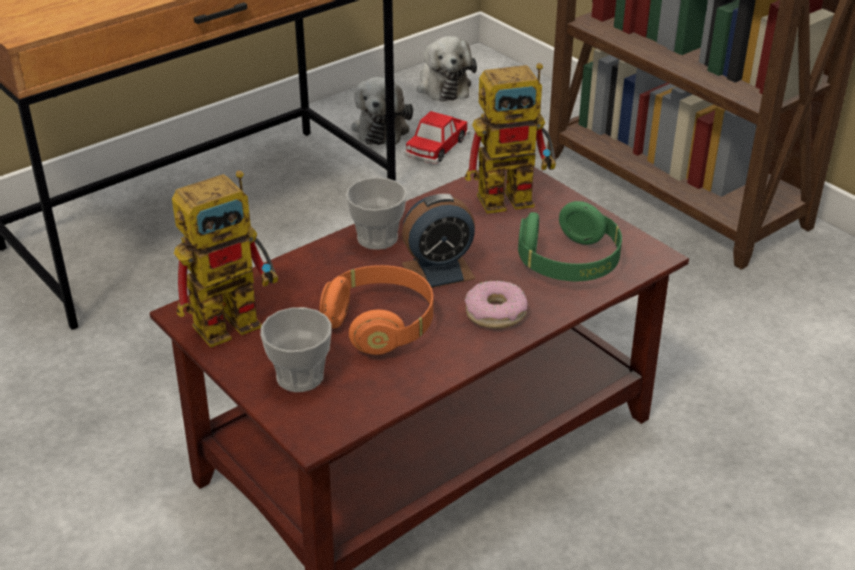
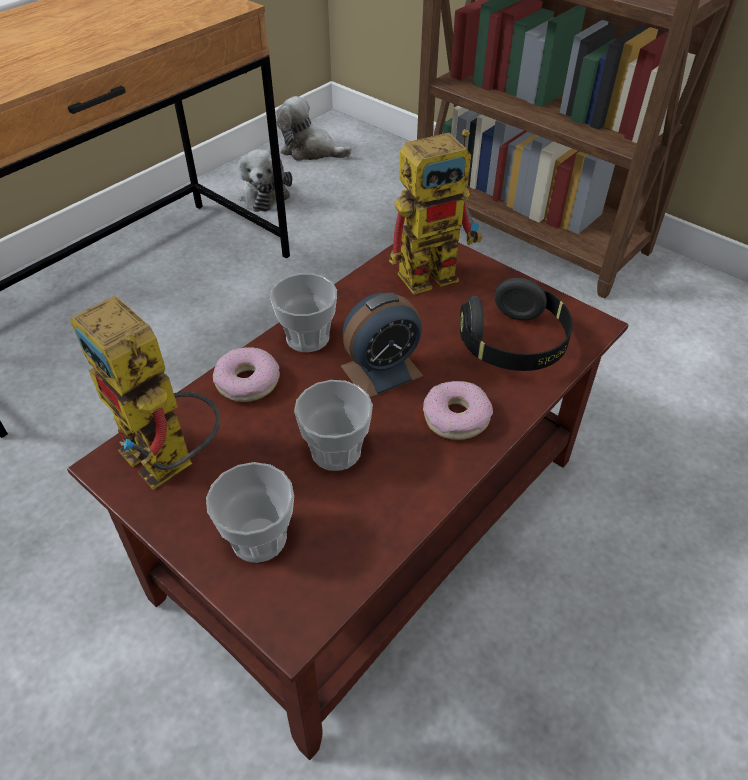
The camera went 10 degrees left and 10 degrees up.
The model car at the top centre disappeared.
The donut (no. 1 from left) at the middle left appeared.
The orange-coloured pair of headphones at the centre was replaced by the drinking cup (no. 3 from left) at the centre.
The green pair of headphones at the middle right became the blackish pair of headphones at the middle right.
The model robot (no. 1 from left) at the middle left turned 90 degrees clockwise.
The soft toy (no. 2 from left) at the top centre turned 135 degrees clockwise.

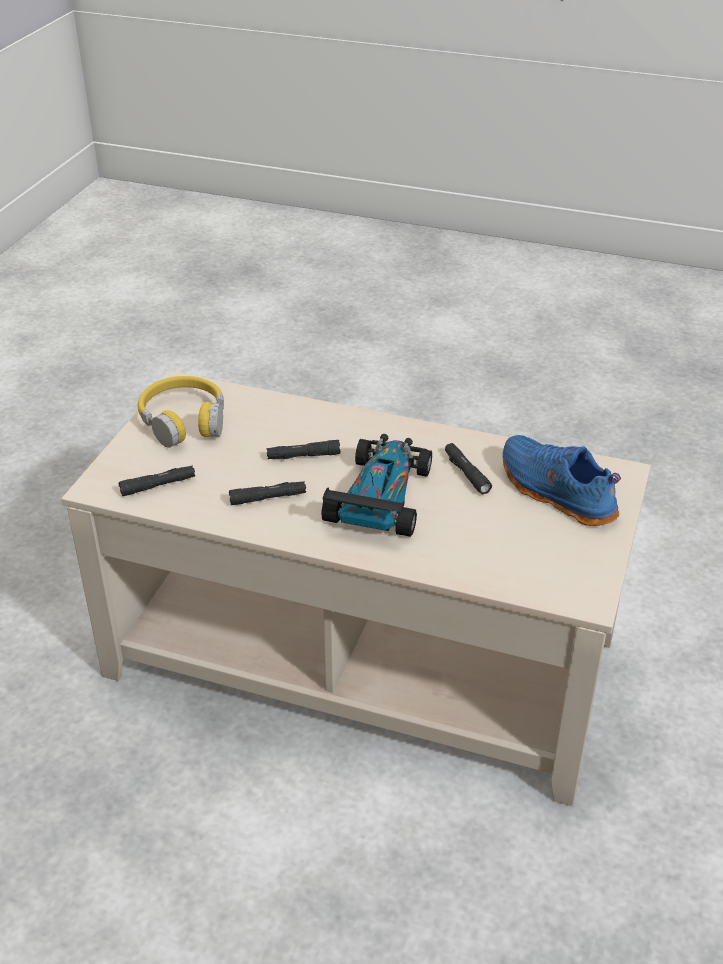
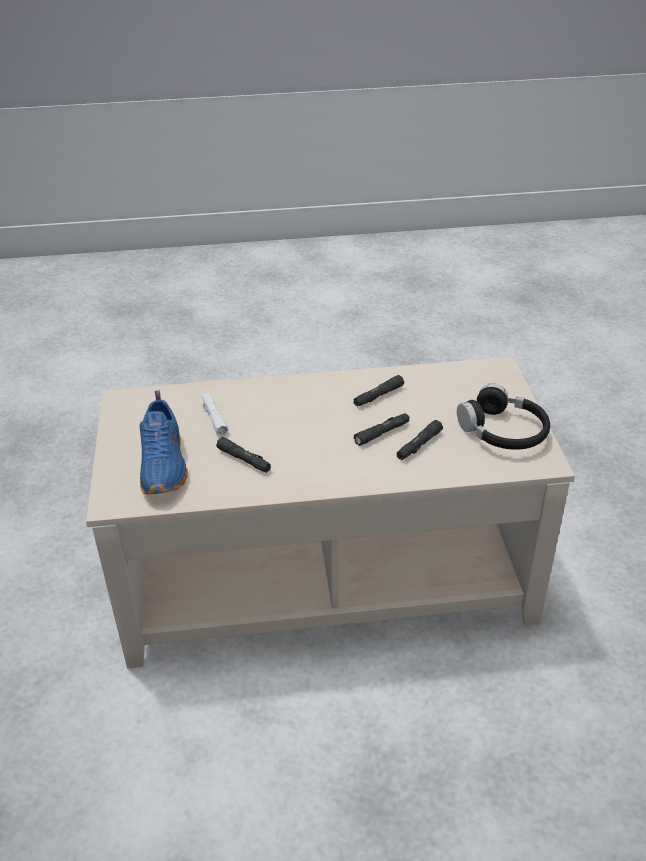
The camera went 155 degrees right and 0 degrees up.
The model car at the centre disappeared.
The white hand torch at the middle left appeared.
The blackish hand torch (no. 1 from left in the first image) moved from the middle left to the centre.
The yellowish pair of headphones at the middle left became the blackish pair of headphones at the middle right.
The blue-coloured low shoe at the middle right turned 60 degrees clockwise.

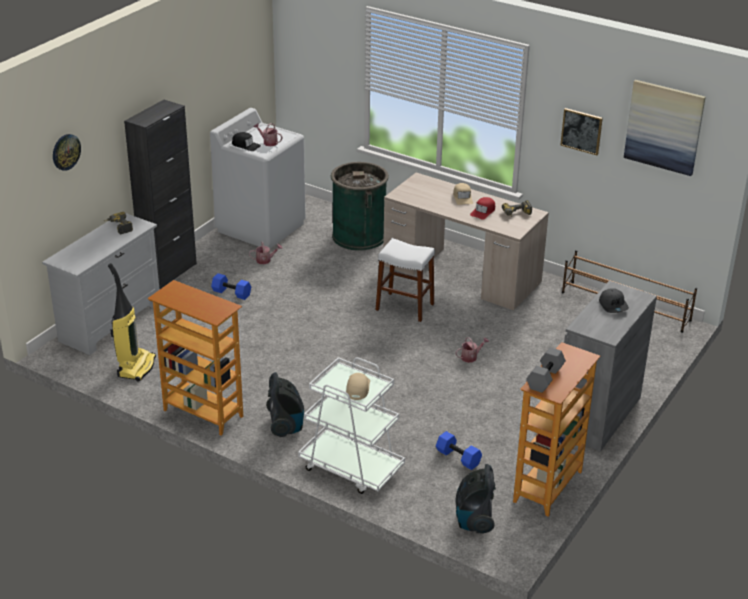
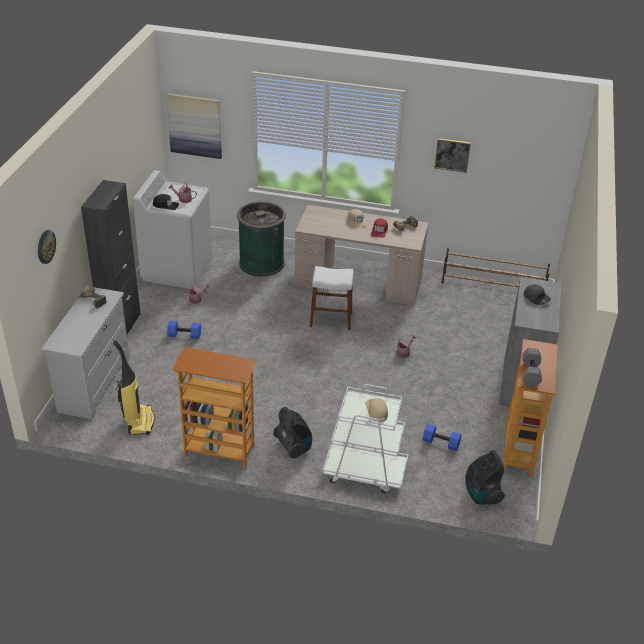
The camera went 20 degrees left and 5 degrees up.
The picture (no. 2 from left in the first image) moved from the top right to the top left.

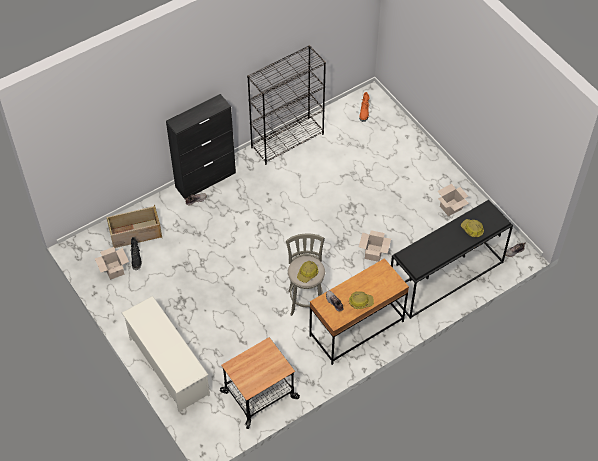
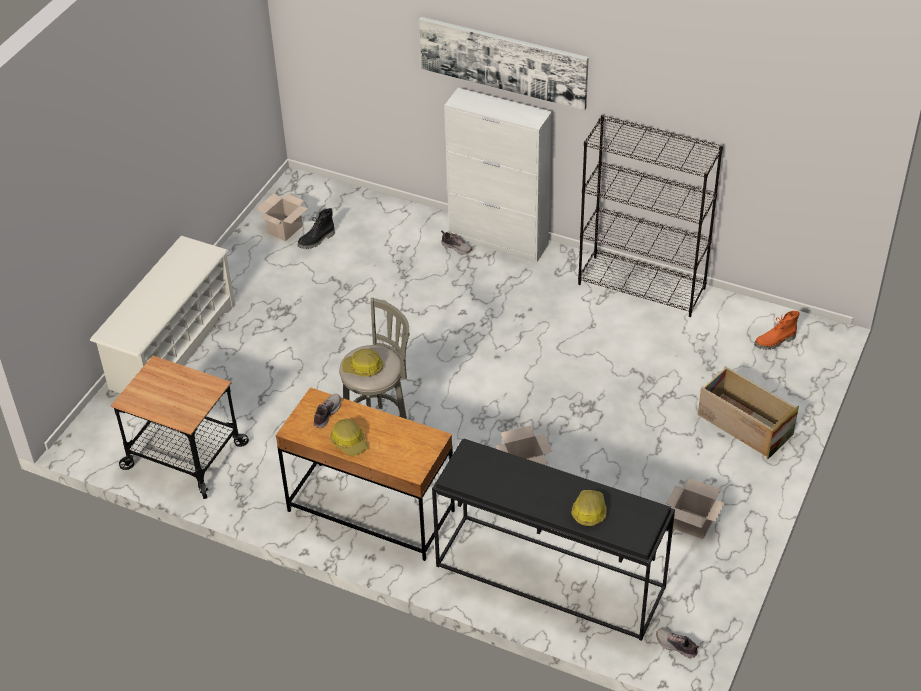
The camera went 60 degrees right and 10 degrees down.
The picture at the top centre appeared.
The shipping crate moved from the middle left to the middle right.
The blackish cupboard at the top centre became the white cupboard at the top centre.

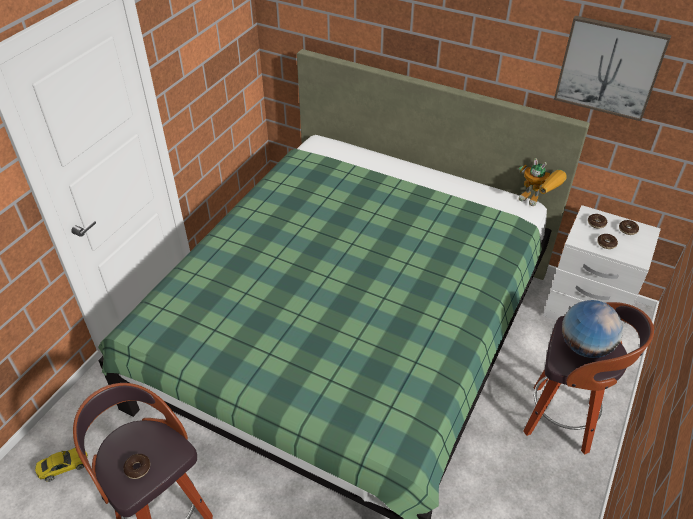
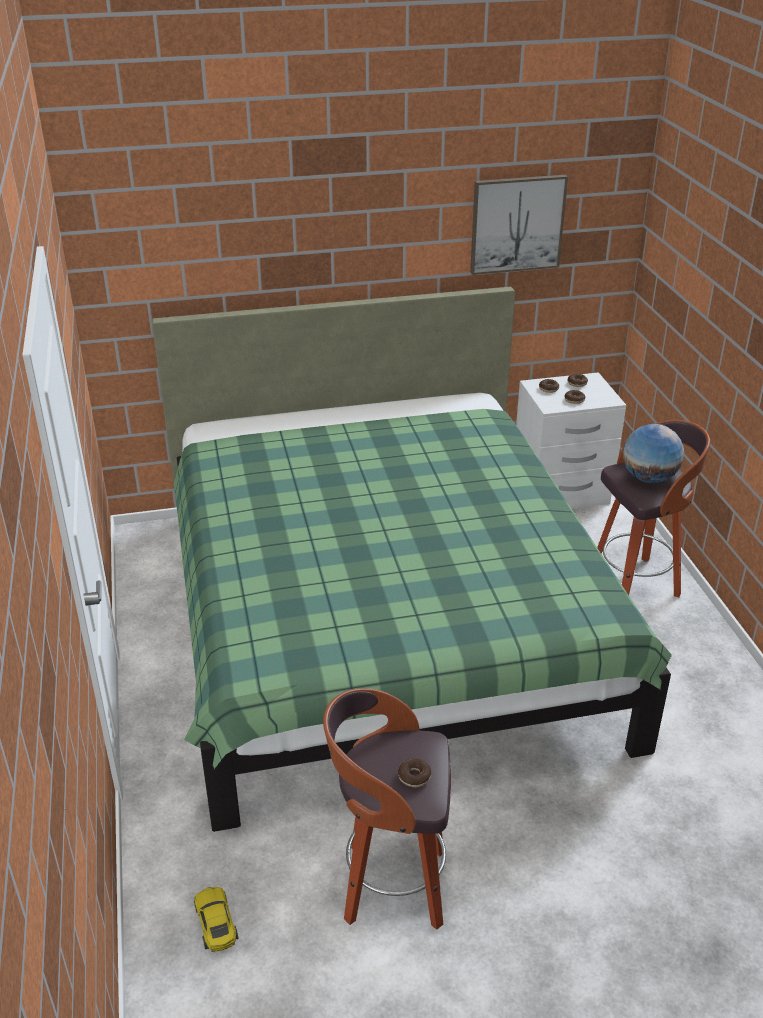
The camera went 40 degrees left and 10 degrees down.
The model robot at the middle right disappeared.
The yellowish model car at the bottom left turned 45 degrees counterclockwise.

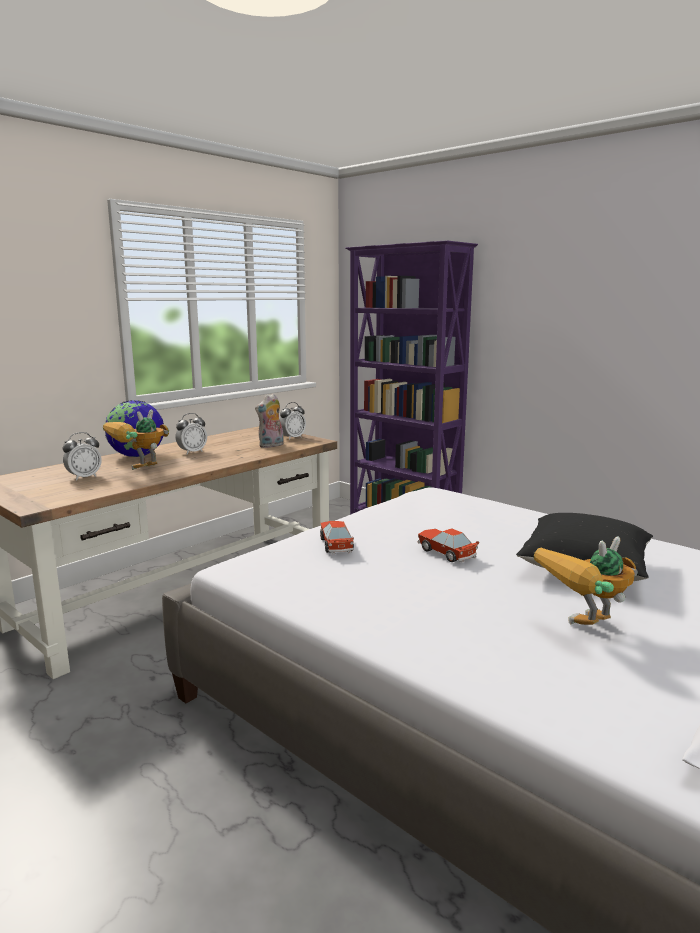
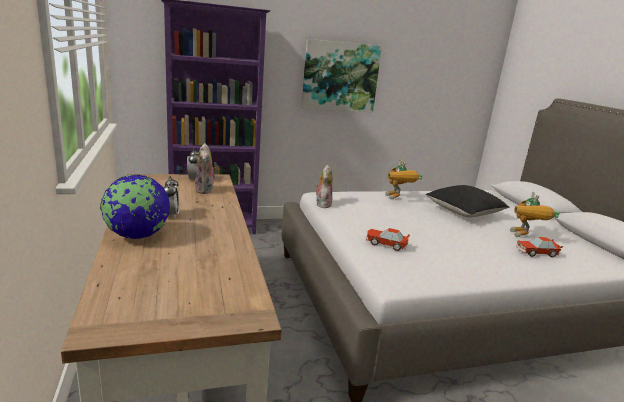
The camera went 60 degrees left and 5 degrees up.
The bedside clock (no. 1 from left) at the middle left disappeared.
The picture at the top centre appeared.
The soft toy (no. 2 from left) at the centre appeared.
The model robot (no. 1 from left) moved from the middle left to the centre.
The model car (no. 2 from left) moved from the centre to the middle right.

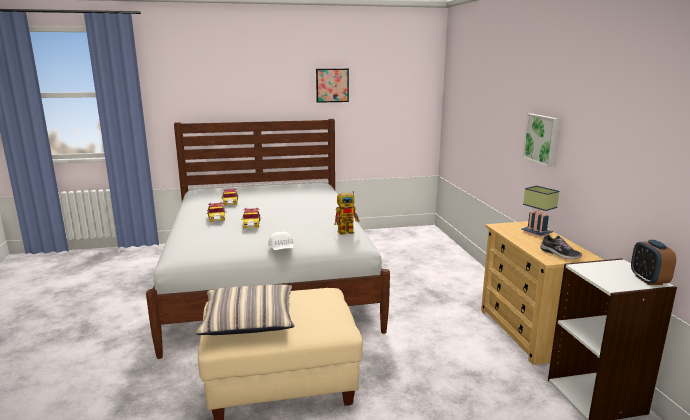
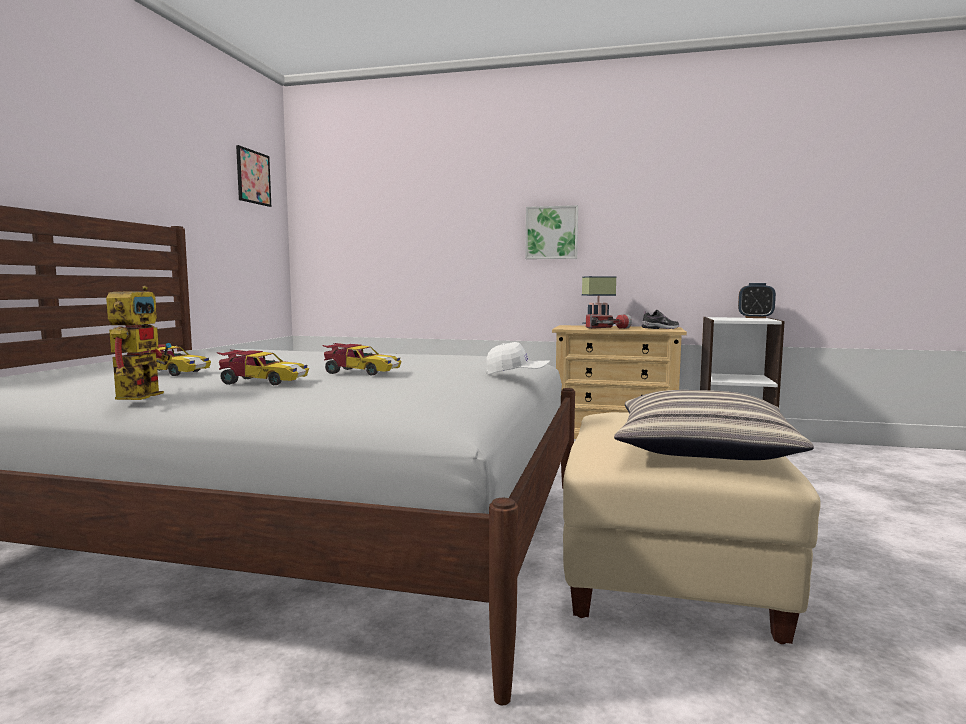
The camera went 65 degrees left and 10 degrees down.
The hand torch at the centre appeared.
The picture (no. 1 from left) moved from the top centre to the top left.
The model robot moved from the centre to the middle left.

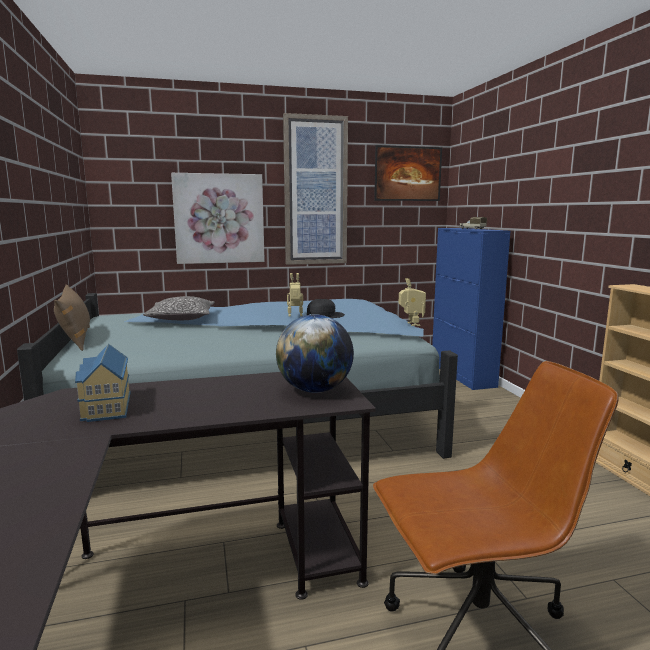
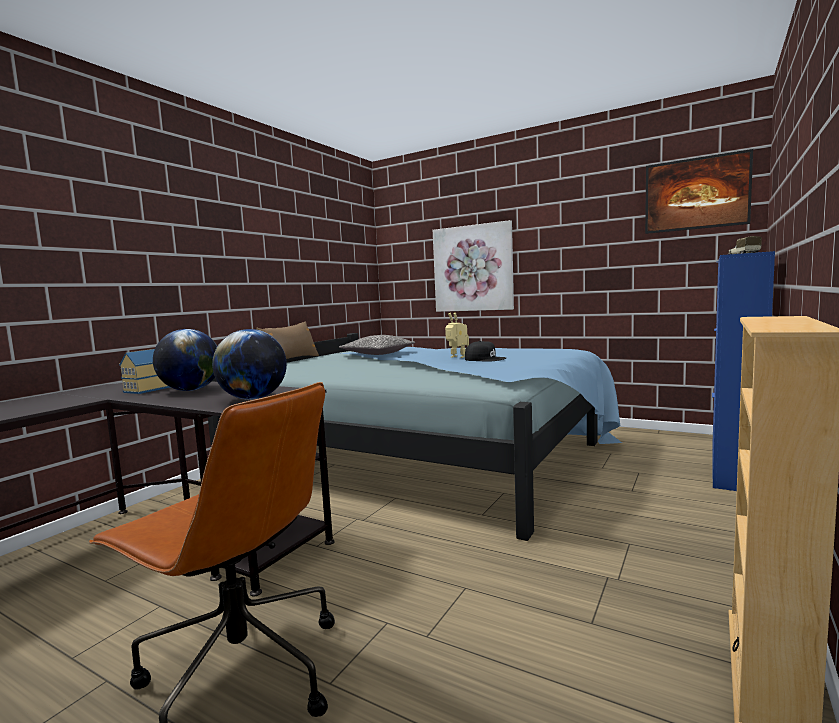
The camera went 45 degrees right and 5 degrees down.
The picture (no. 2 from left) at the top centre disappeared.
The model robot (no. 2 from left) at the centre disappeared.
The globe (no. 1 from left) at the middle left appeared.

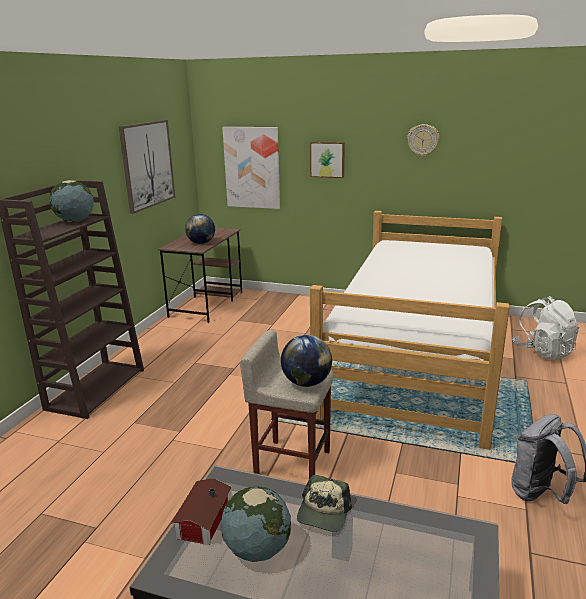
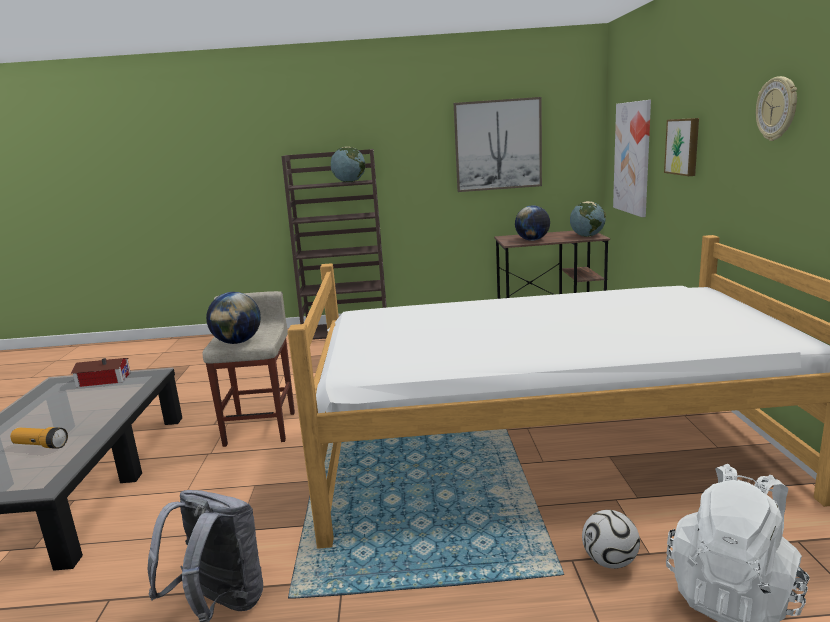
The camera went 70 degrees right and 5 degrees down.
The baseball cap at the bottom centre disappeared.
The hand torch at the bottom left appeared.
The ball for football at the bottom right appeared.
The globe (no. 3 from left in the first image) moved from the bottom centre to the middle right.

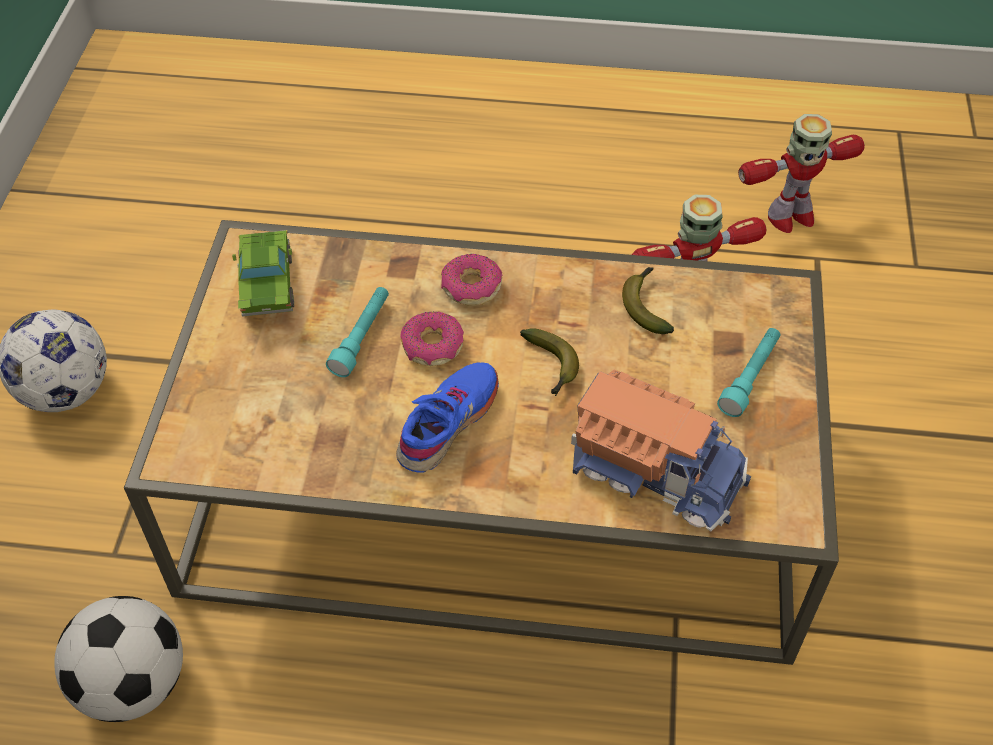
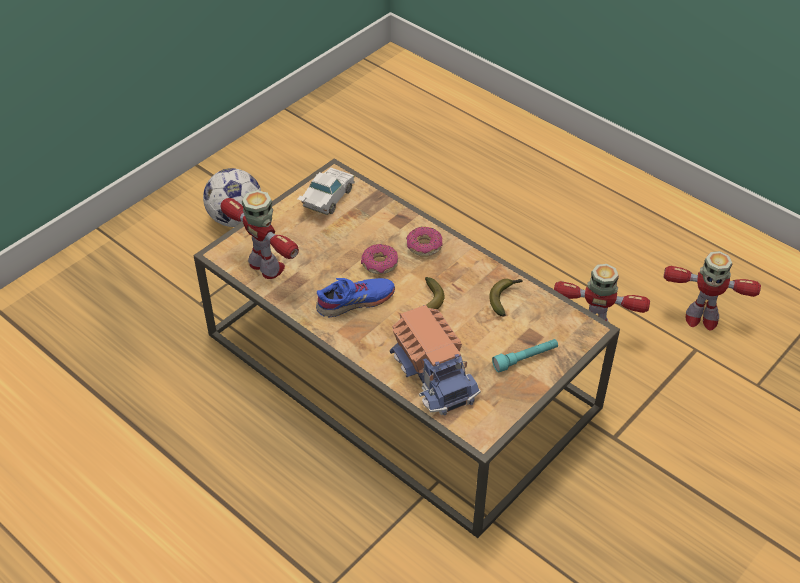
The camera went 35 degrees right and 5 degrees down.
The ball for football (no. 2 from left) at the bottom left disappeared.
The turquoise hand torch (no. 1 from left) at the centre disappeared.
The model robot (no. 1 from left) at the middle left appeared.
The green model car at the middle left became the white model car at the top centre.

